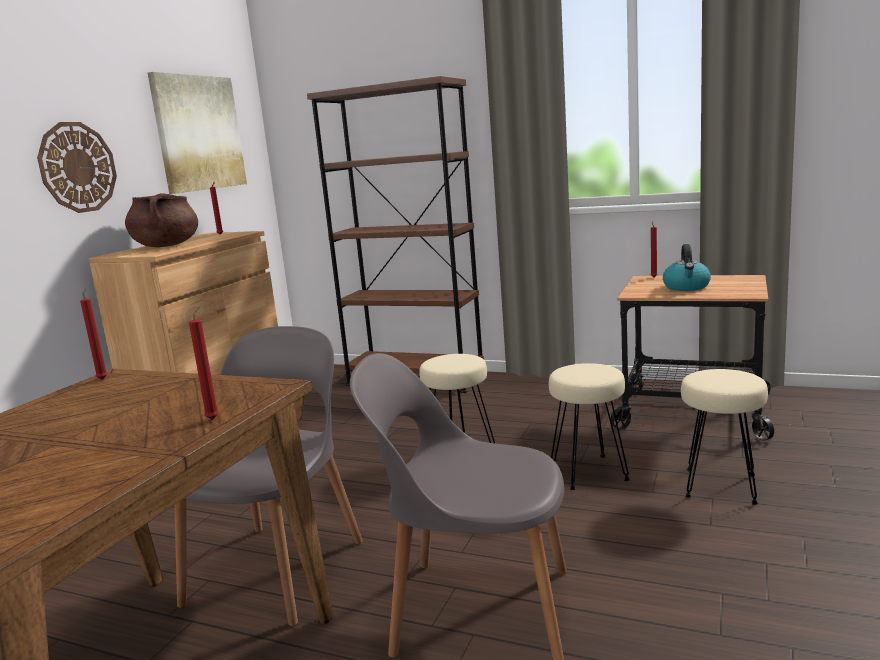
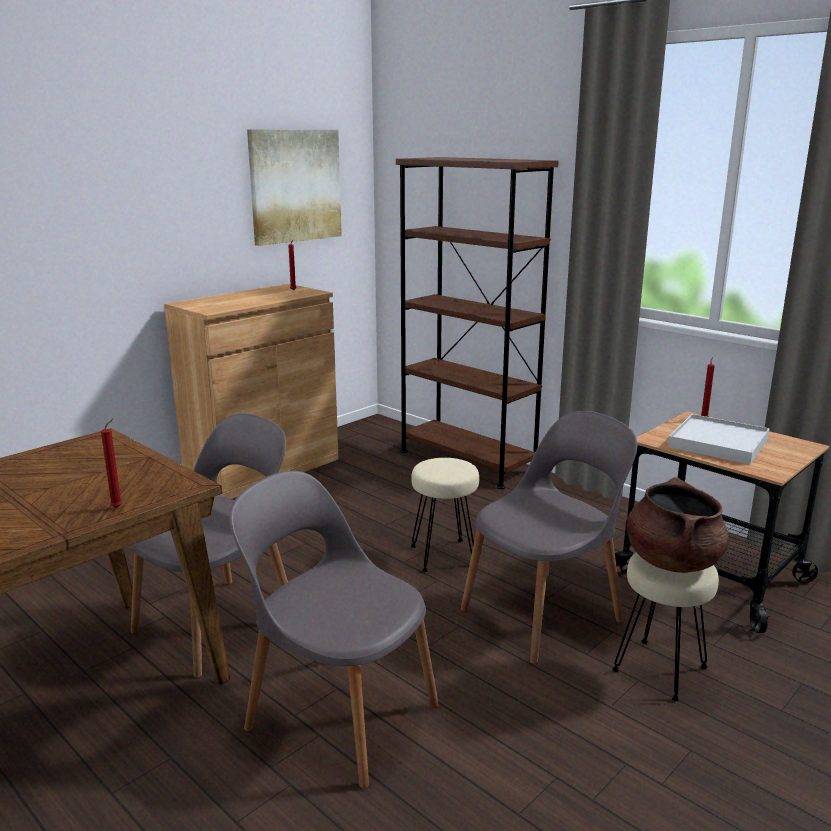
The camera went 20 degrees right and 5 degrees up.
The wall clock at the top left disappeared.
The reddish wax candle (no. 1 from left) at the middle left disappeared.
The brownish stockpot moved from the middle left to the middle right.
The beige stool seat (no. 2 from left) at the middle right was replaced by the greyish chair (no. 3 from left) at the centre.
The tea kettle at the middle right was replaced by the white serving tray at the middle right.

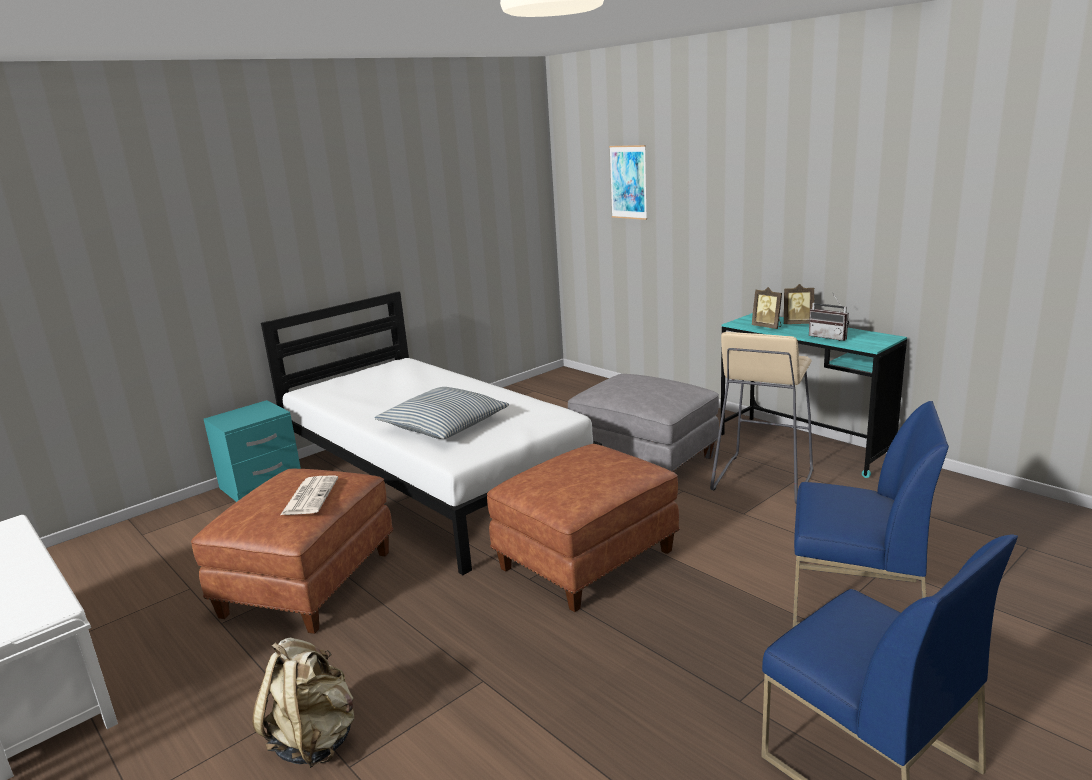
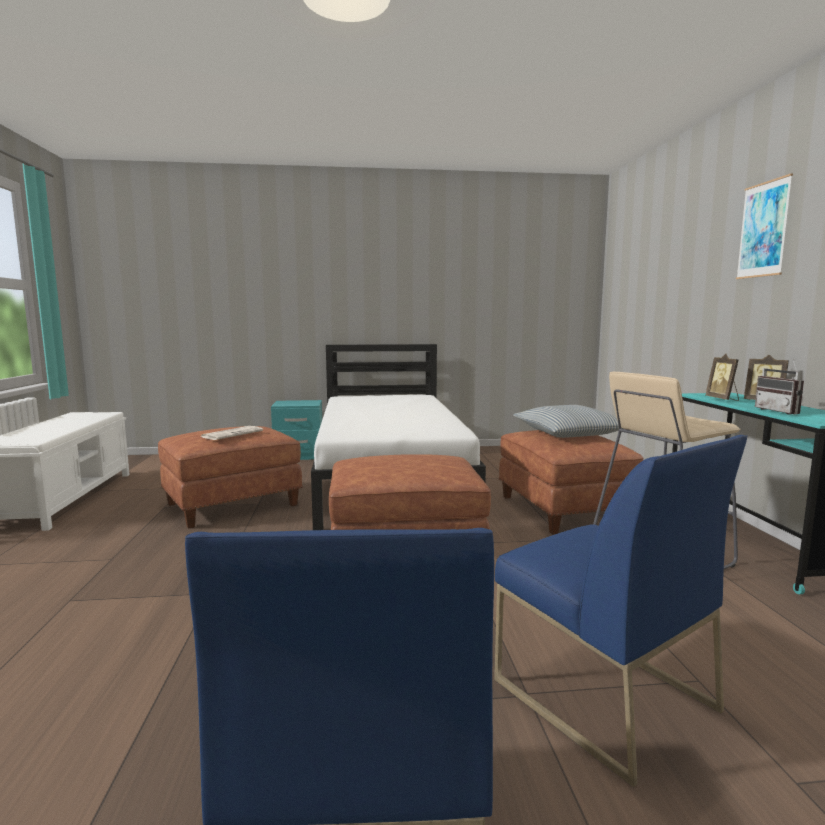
The camera went 35 degrees right and 10 degrees down.
The beige backpack at the bottom left disappeared.
The cushion moved from the centre to the middle right.
The picture moved from the top centre to the top right.
The greyish ottoman at the centre became the brownish ottoman (no. 3 from left) at the middle right.

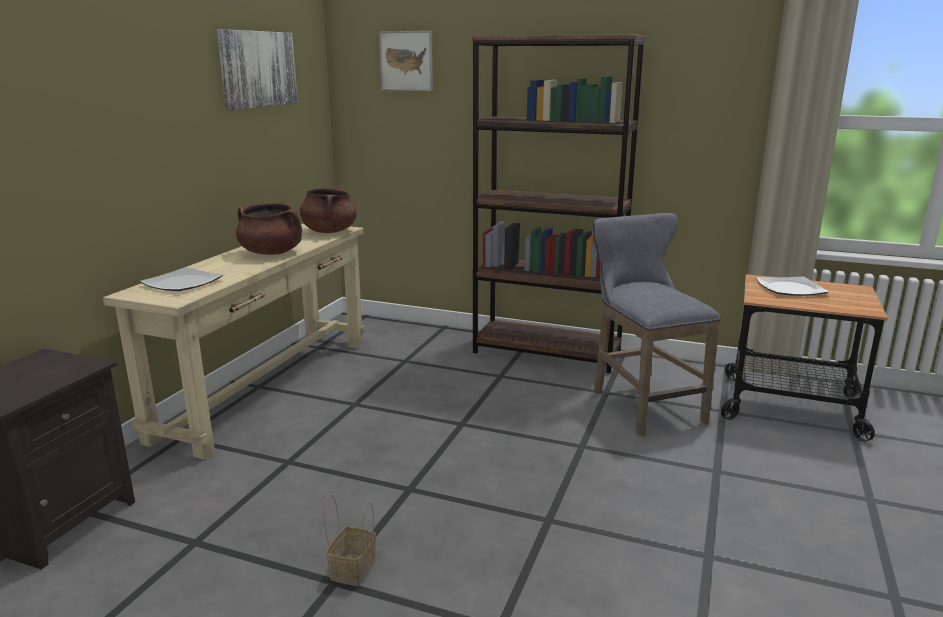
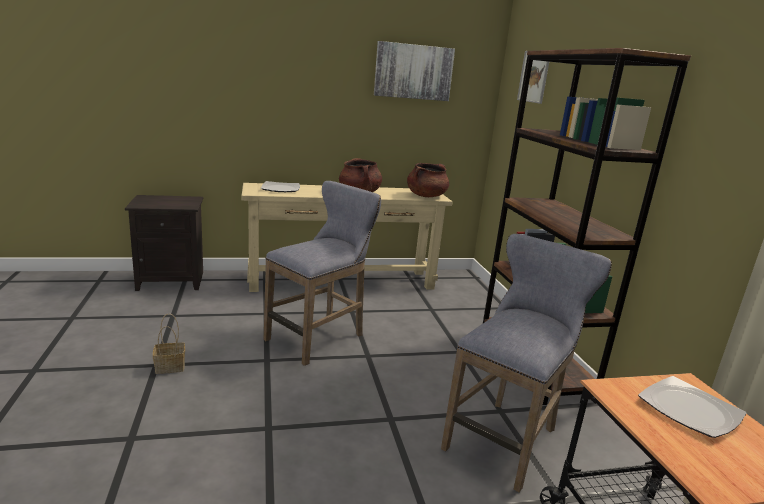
The camera went 55 degrees right and 0 degrees up.
The greyish stool seat (no. 1 from left) at the centre appeared.

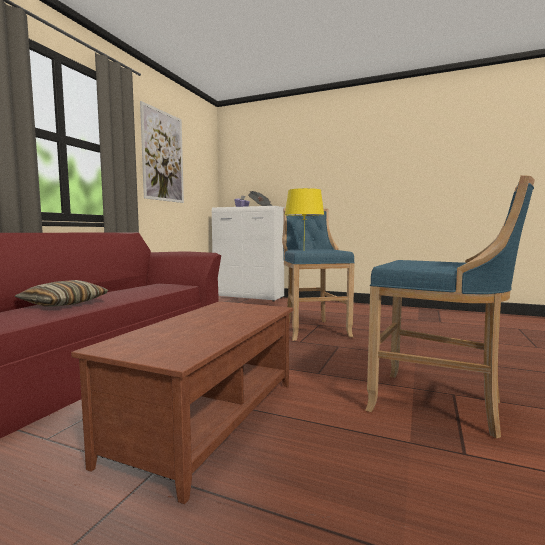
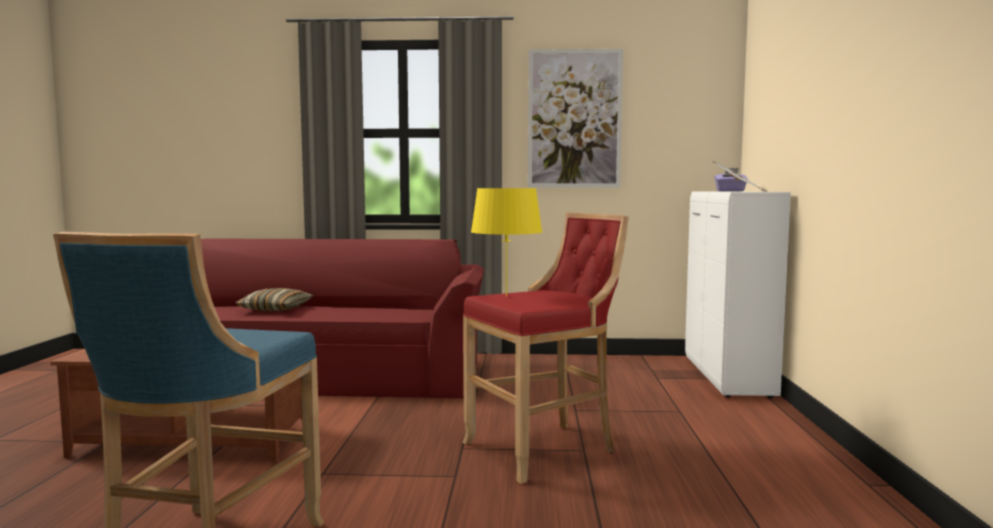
The camera went 70 degrees right and 0 degrees up.
The blue-coloured stool seat (no. 1 from left) at the centre became the reddish stool seat at the centre.

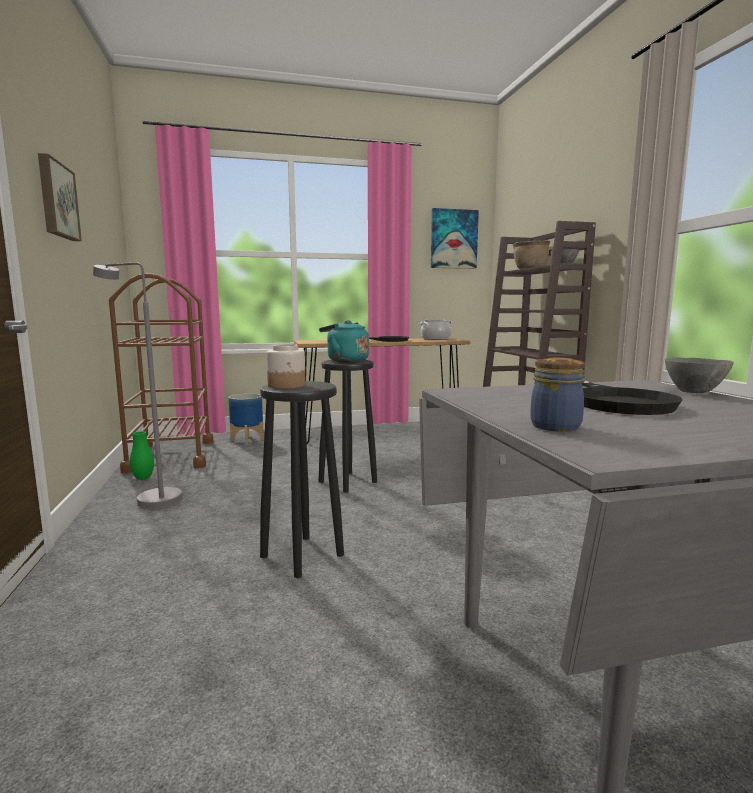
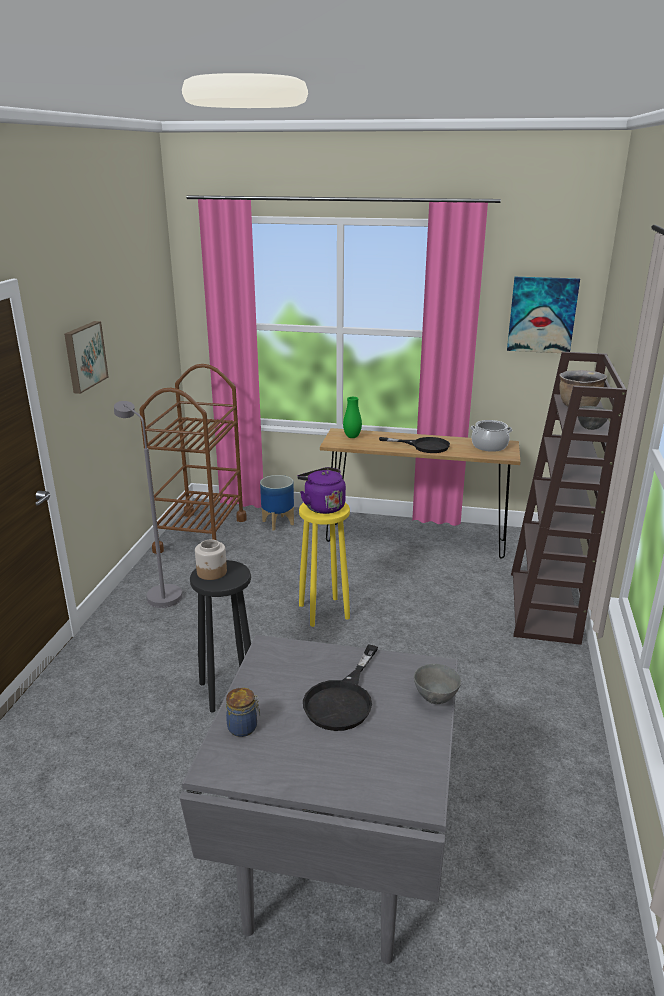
The camera went 25 degrees right and 15 degrees up.
The green decorative vase moved from the middle left to the centre.
The turquoise tea kettle at the centre became the purple tea kettle at the centre.
The blackish stool seat (no. 2 from left) at the centre became the yellowish stool seat at the centre.

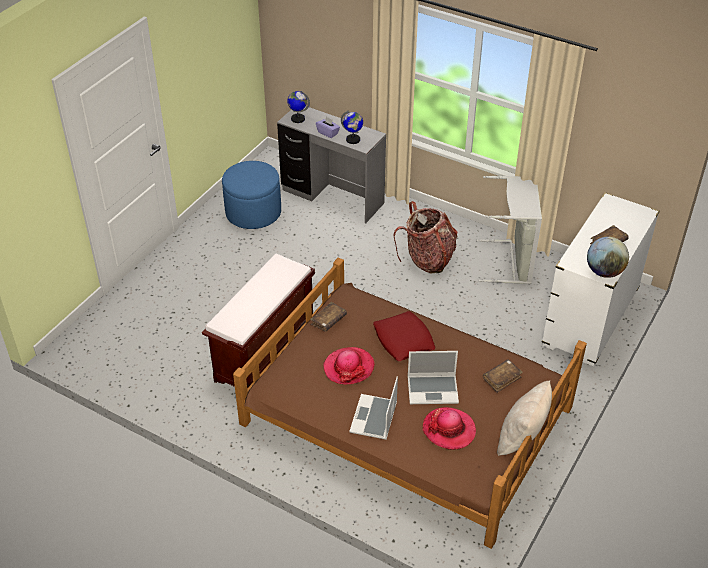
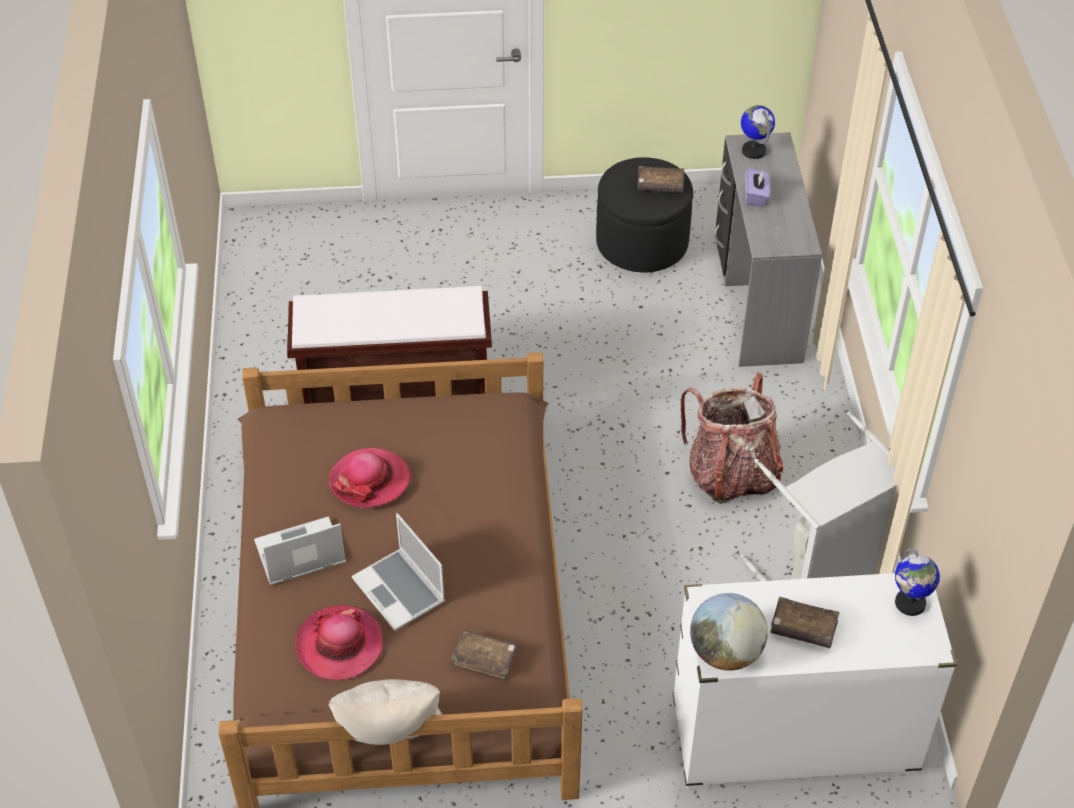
The camera went 55 degrees right and 5 degrees up.
The reddish cushion at the centre disappeared.
The brownish book (no. 1 from left in the first image) moved from the centre to the top centre.
The globe (no. 2 from left in the first image) moved from the top centre to the bottom right.
The blue-coloured ottoman at the centre became the blackish ottoman at the top centre.

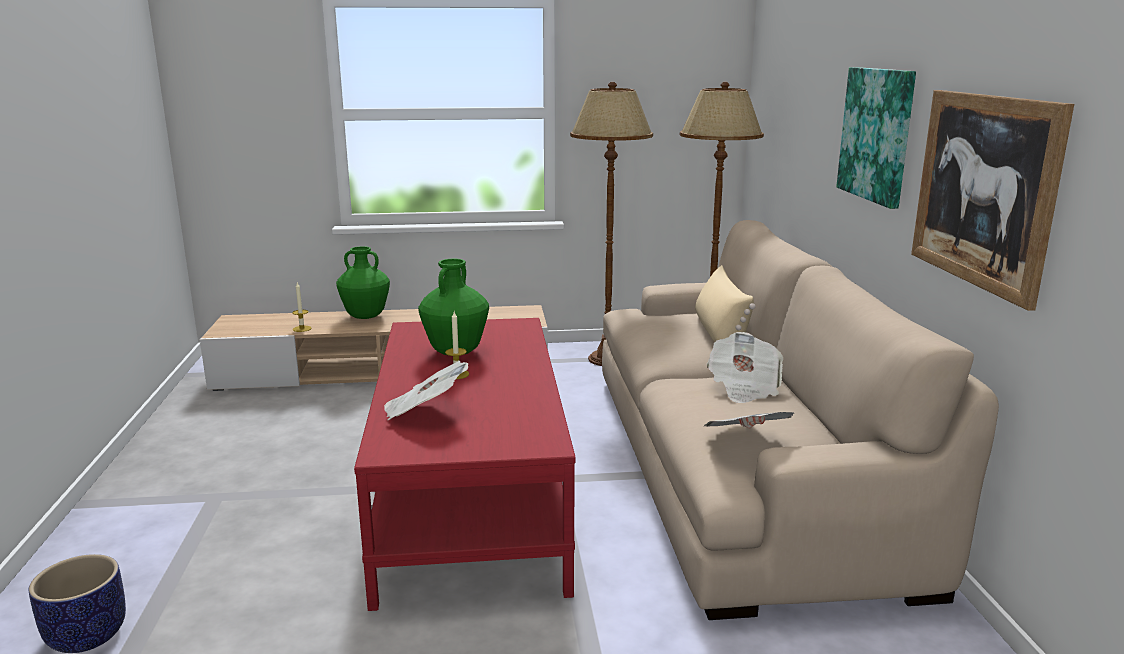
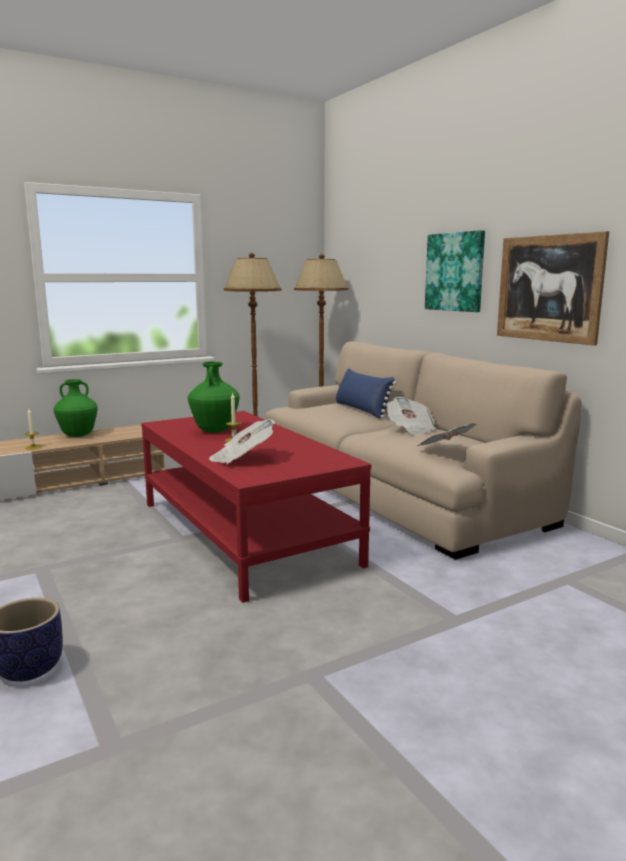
The camera went 25 degrees left and 5 degrees down.
The beige cushion at the centre became the blue-coloured cushion at the centre.

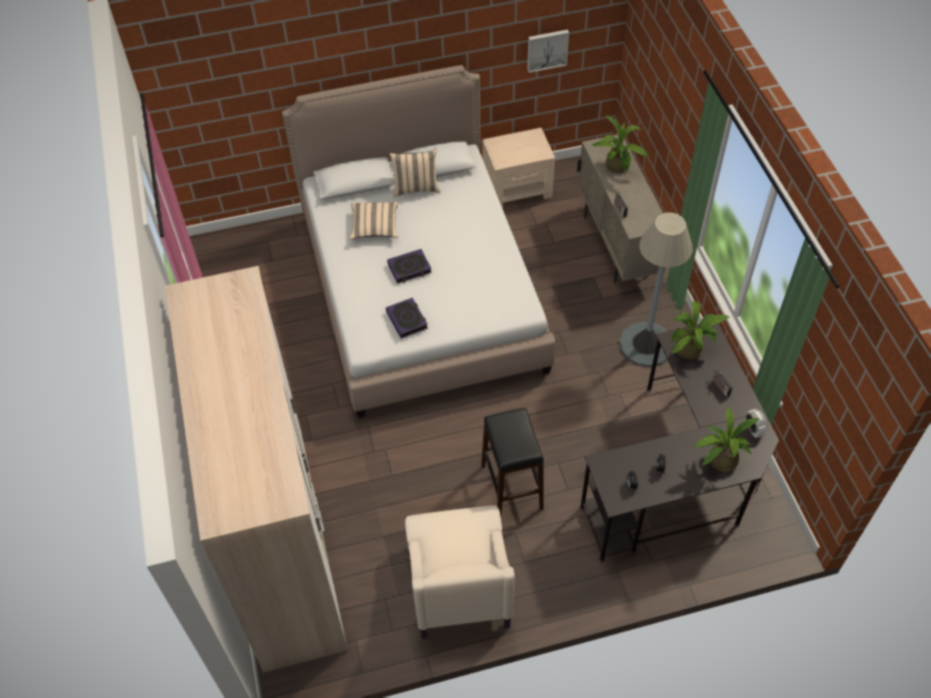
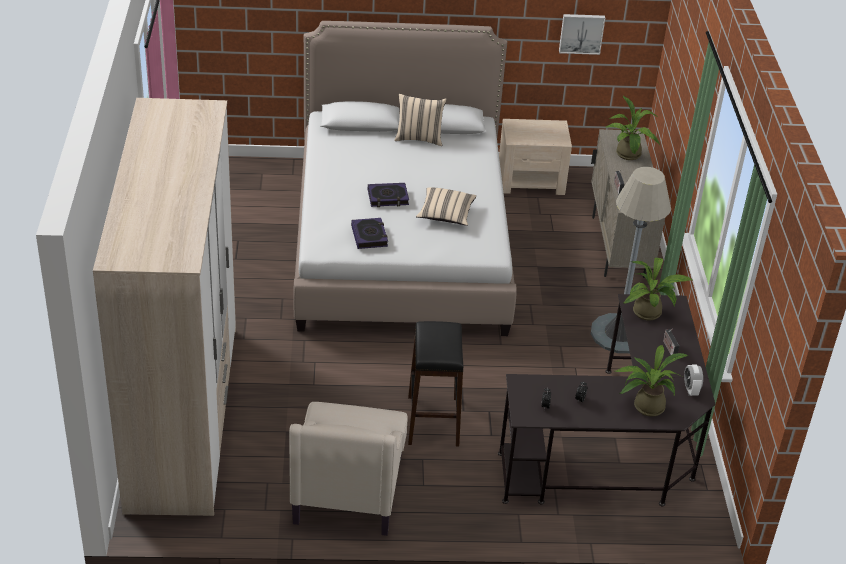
The camera went 10 degrees right and 15 degrees down.
The beige cushion (no. 1 from left in the first image) moved from the top centre to the centre.

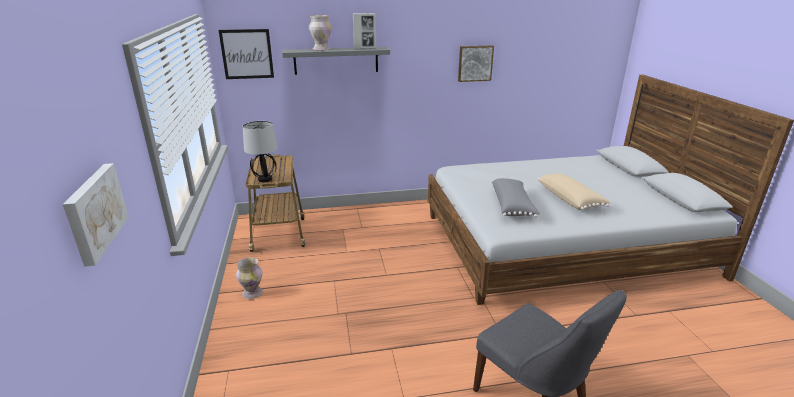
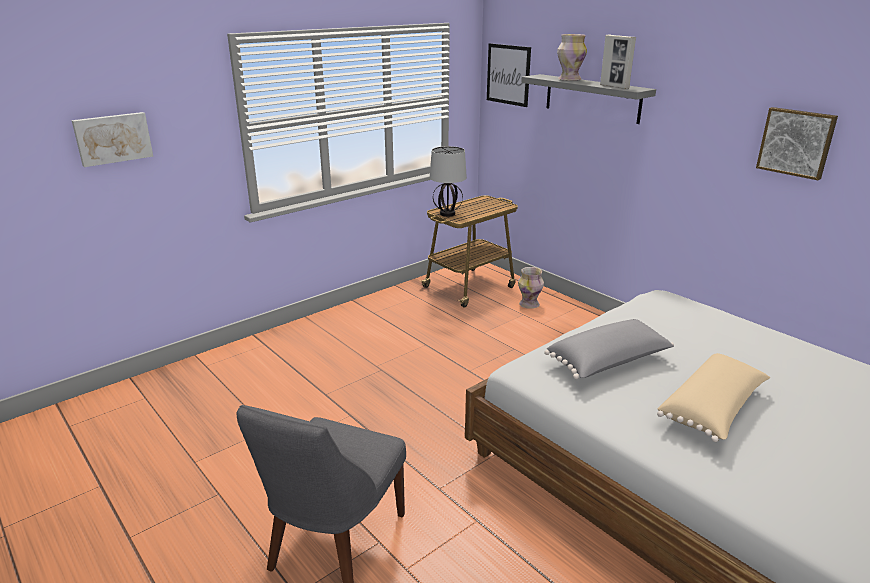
The camera went 60 degrees right and 0 degrees up.
The decorative vase (no. 1 from left) moved from the bottom left to the centre.

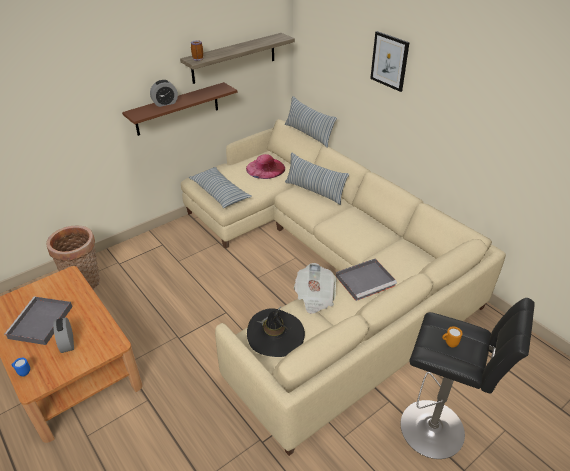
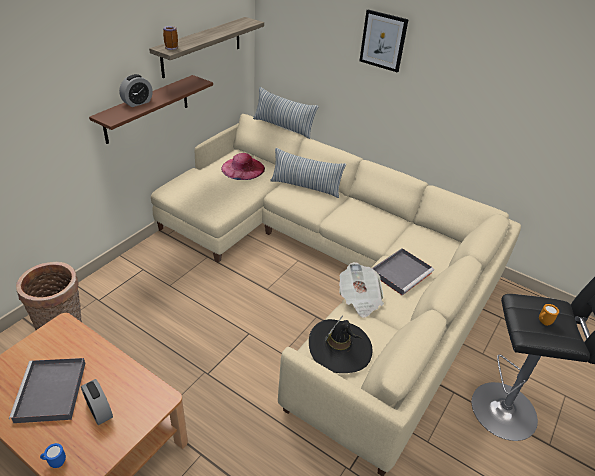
The camera went 20 degrees left and 0 degrees up.
The cushion (no. 1 from left) at the centre disappeared.

